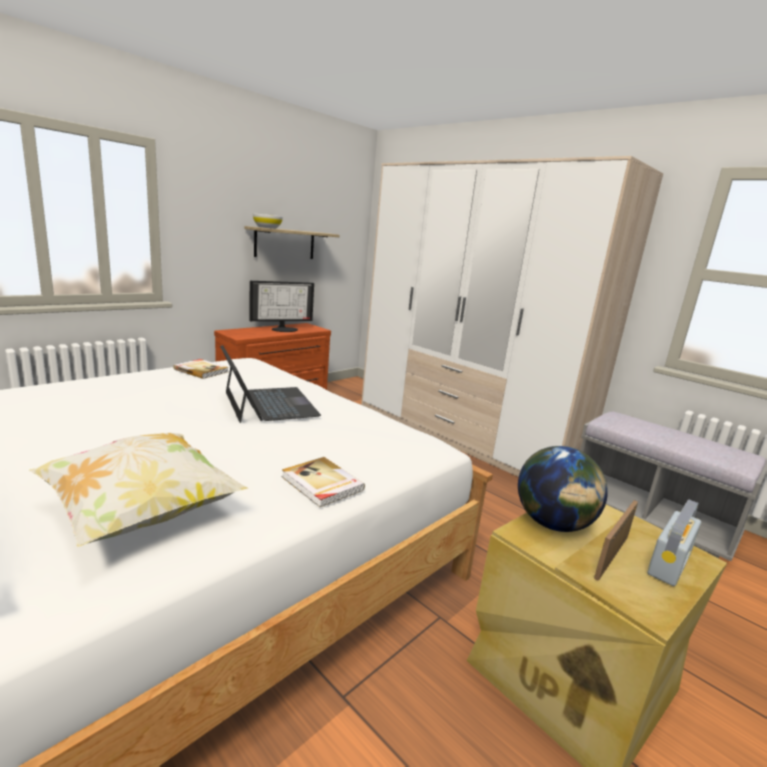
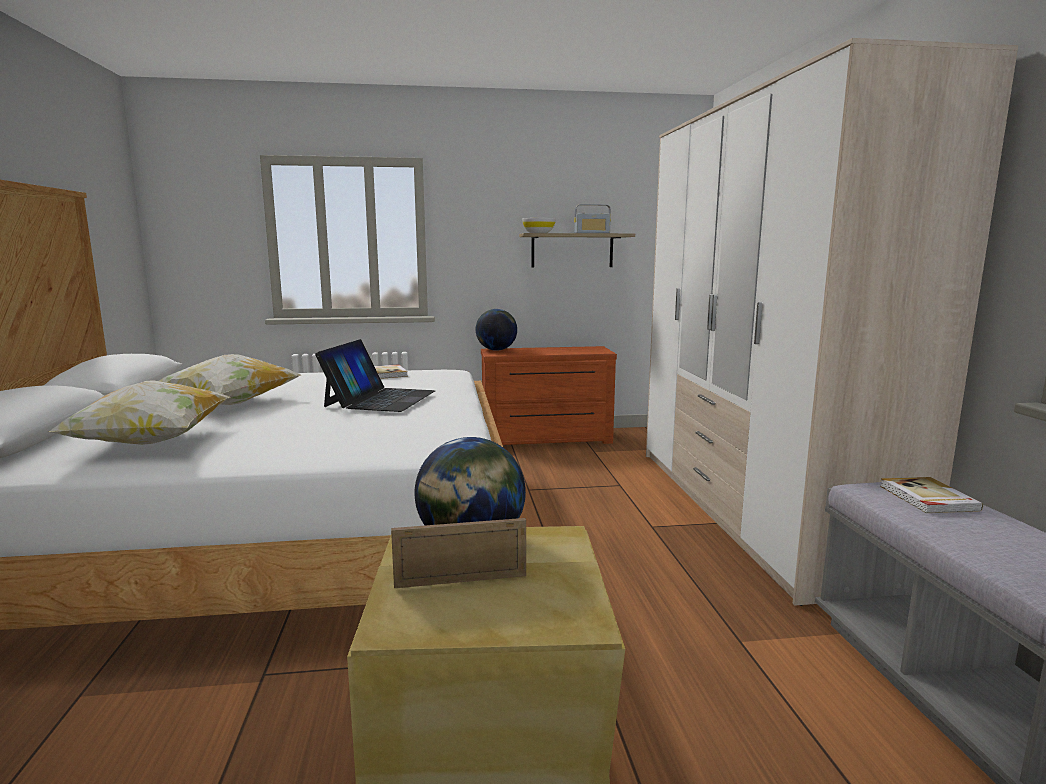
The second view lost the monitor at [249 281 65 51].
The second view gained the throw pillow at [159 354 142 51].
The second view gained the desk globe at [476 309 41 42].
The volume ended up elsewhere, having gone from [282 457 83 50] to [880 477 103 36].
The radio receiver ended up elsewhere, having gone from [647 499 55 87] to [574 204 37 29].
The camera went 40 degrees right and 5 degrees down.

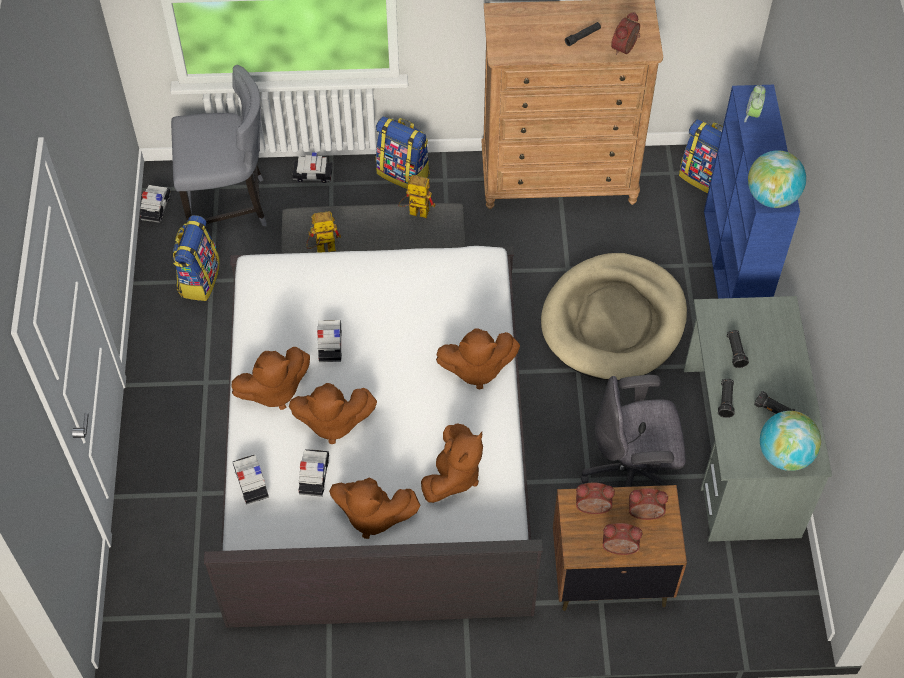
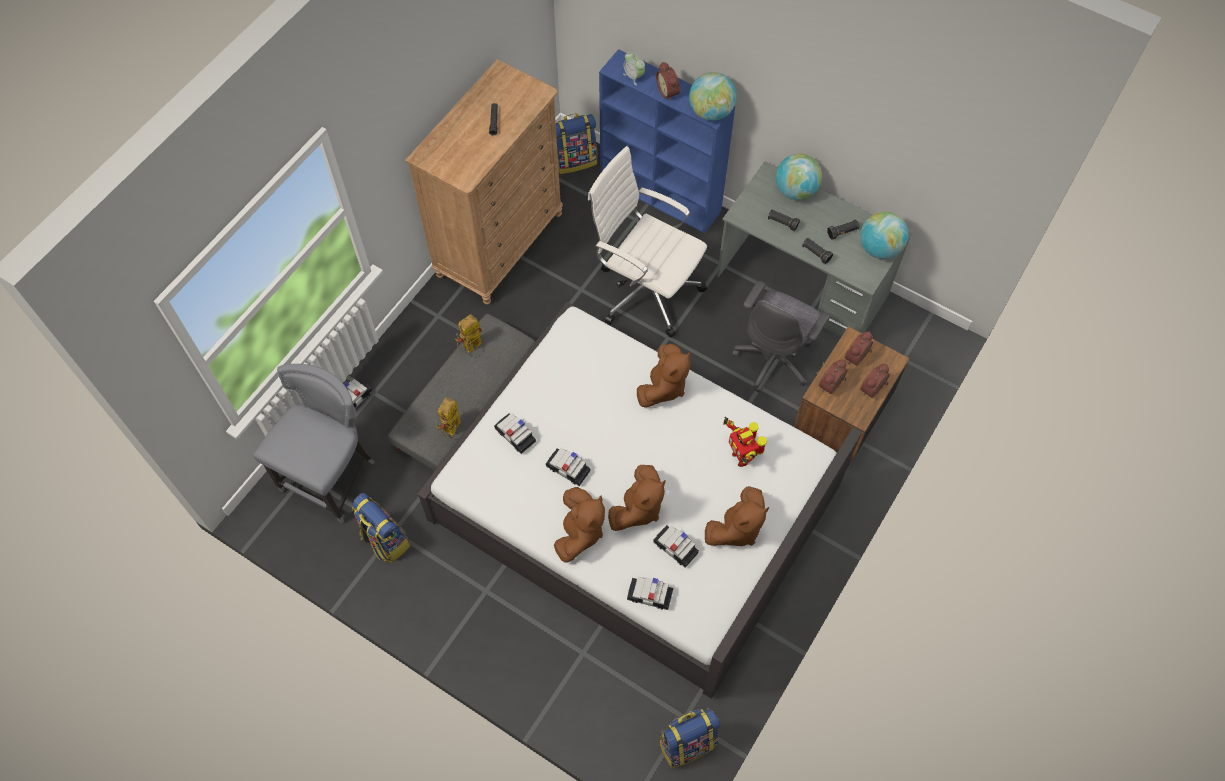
The second view gained the desk globe at [776 154 46 46].
The model car ended up elsewhere, having gone from [140 185 31 38] to [494 413 42 41].
The rucksack ended up elsewhere, having gone from [376 116 54 73] to [658 708 62 60].
The alarm clock ended up elsewhere, having gone from [611 12 29 43] to [656 62 24 39].
Where the soft toy (brown-coloured) stood at [421 423 62 80], the model robot came to stand at [723 417 44 50].
Where the pet bed (sand-coloured) stood at [541 253 146 128], the office chair (white) came to stand at [588 146 119 192].
The camera went 55 degrees left and 5 degrees up.

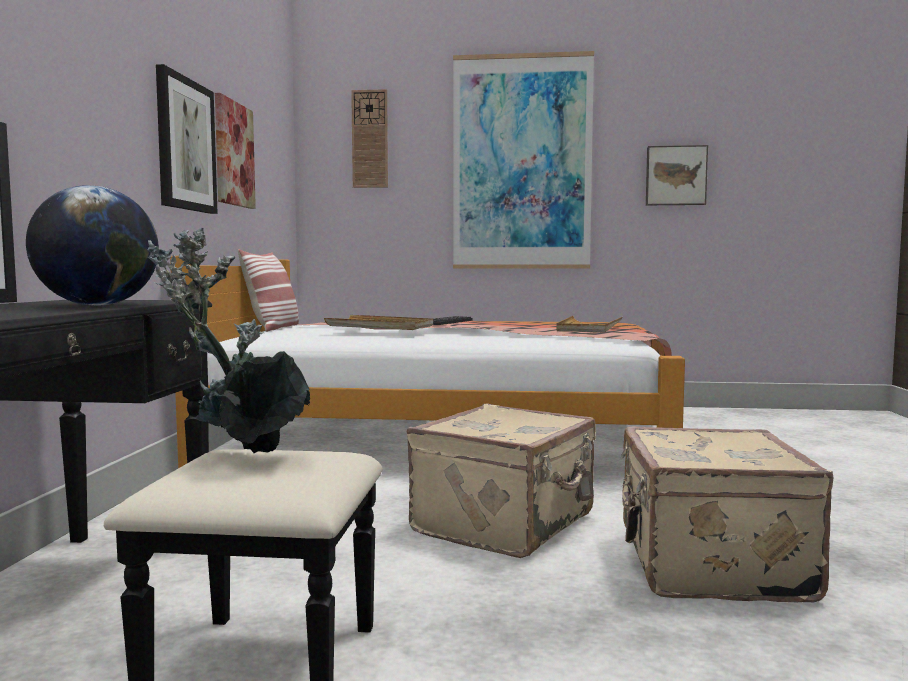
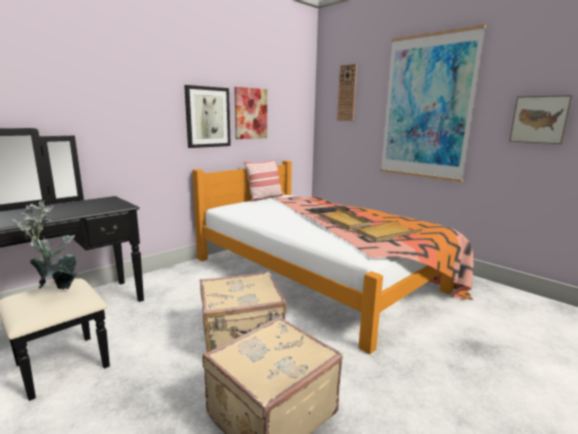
The second view lost the desk globe at [26 185 133 121].
The carrying tray (sand-coloured) ended up elsewhere, having gone from [324 315 109 15] to [315 208 56 22].
The camera went 40 degrees right and 10 degrees up.

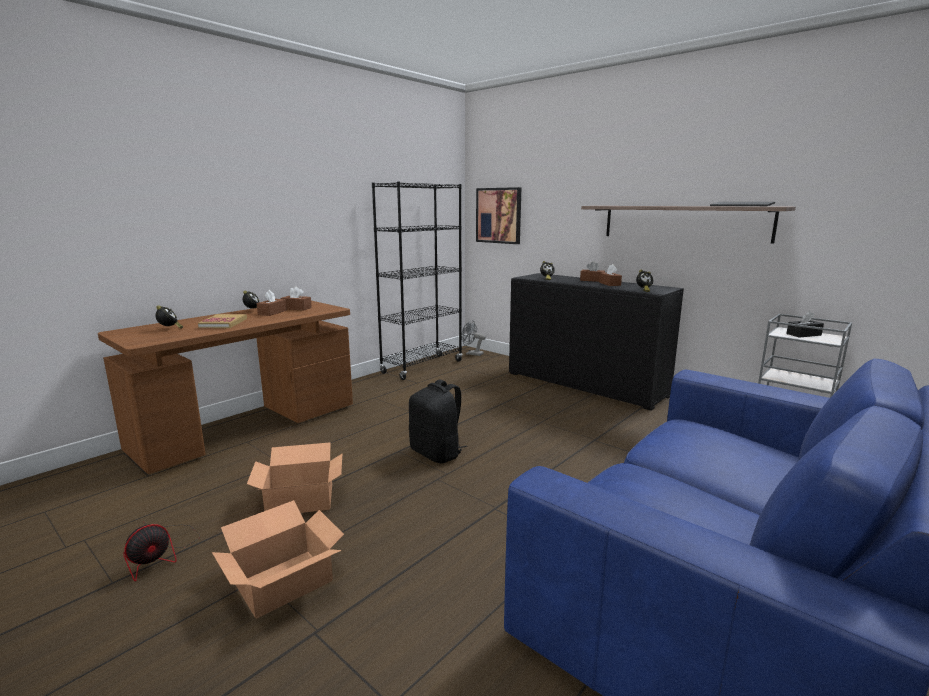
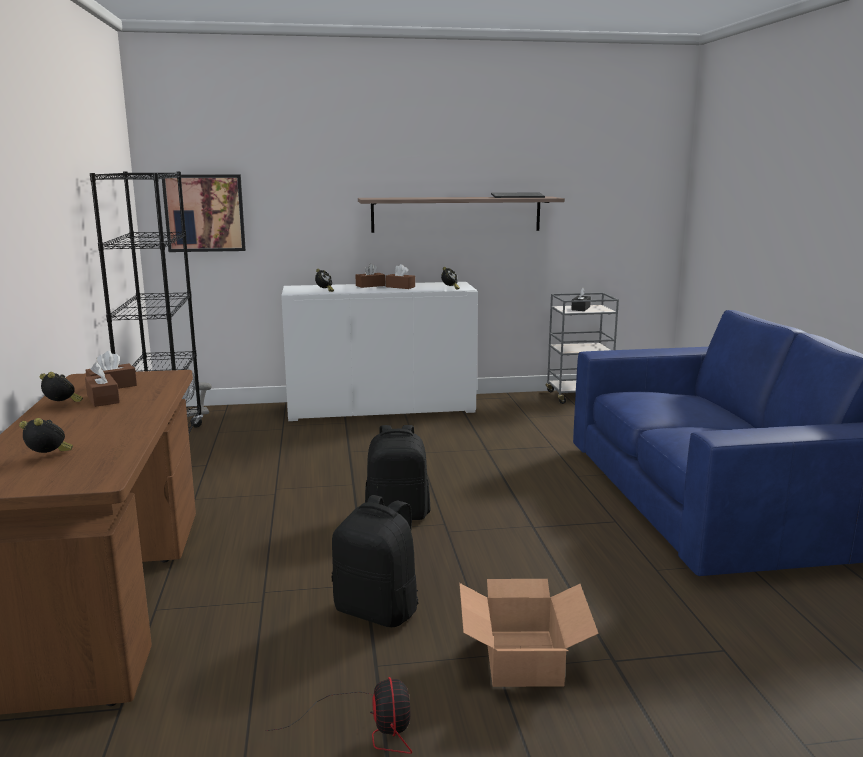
The second view lost the volume at [198 314 49 14].
Where the packing box stood at [247 442 95 71], the rucksack (black) came to stand at [332 495 86 132].
What was the cabinet (black) at [509 273 175 138] turned into the cabinet (white) at [281 282 197 139].
The camera went 50 degrees left and 0 degrees up.

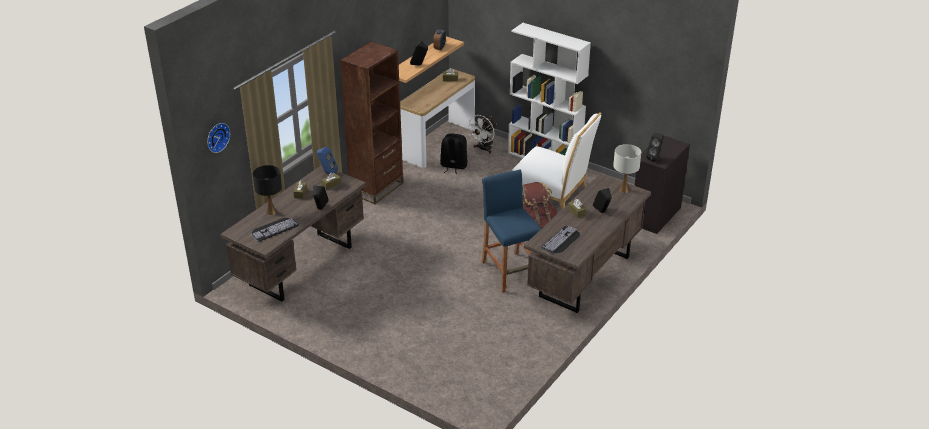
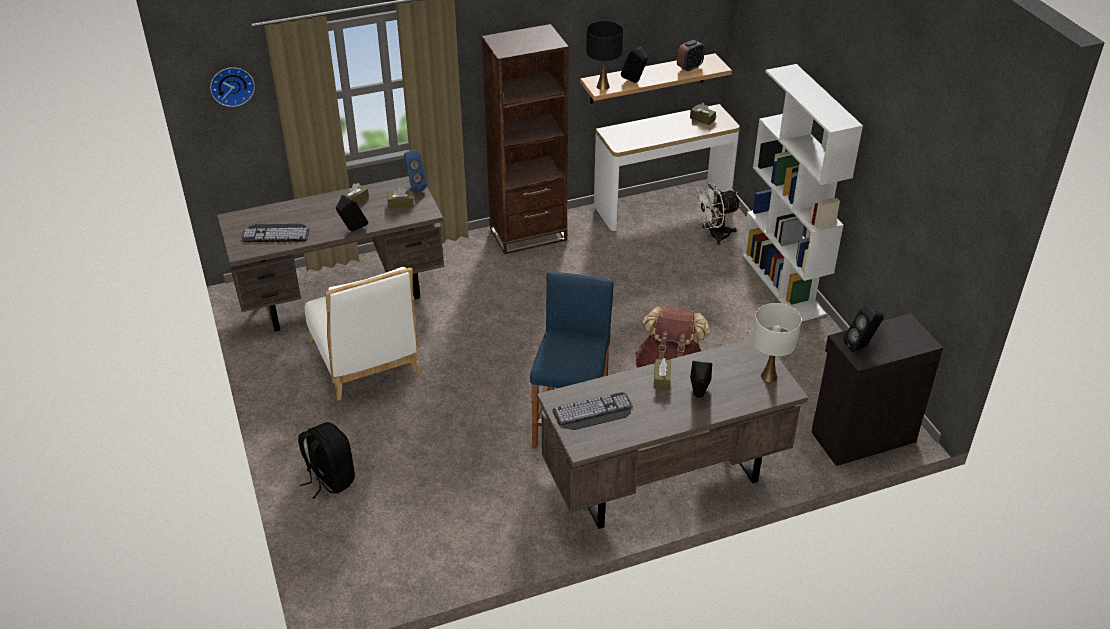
The lamp for a table (black) ended up elsewhere, having gone from [253 165 29 50] to [586 21 37 69].
The rucksack (black) ended up elsewhere, having gone from [440 133 27 41] to [298 422 57 77].
The chair (white) ended up elsewhere, having gone from [512 112 90 98] to [305 267 116 133].
The camera went 35 degrees right and 5 degrees up.

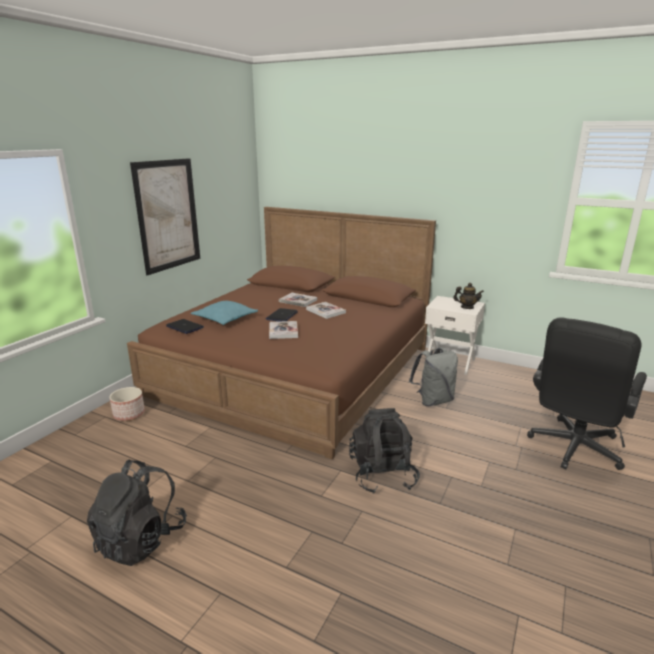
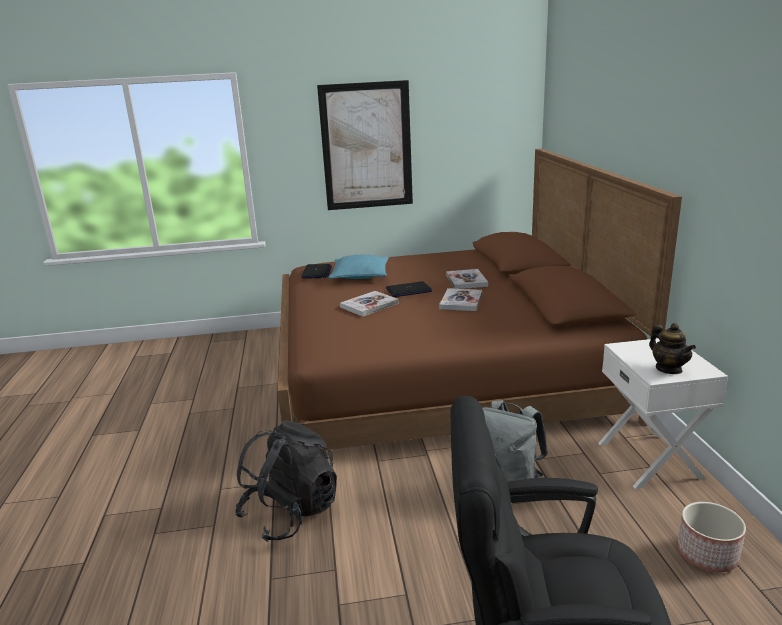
The second view lost the rucksack (black) at [87 460 100 106].
The planter ended up elsewhere, having gone from [109 387 36 34] to [677 502 69 70].
The camera went 55 degrees right and 0 degrees up.

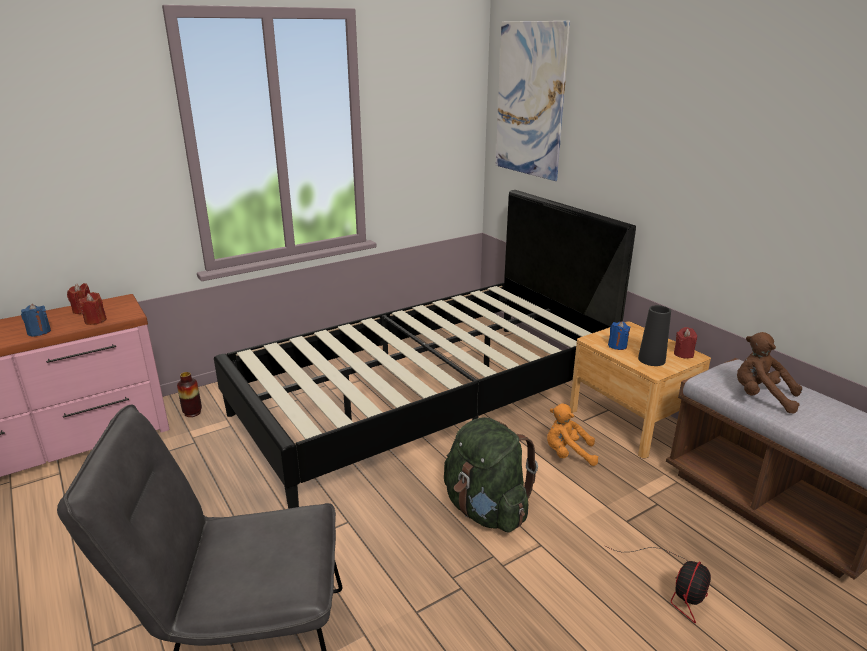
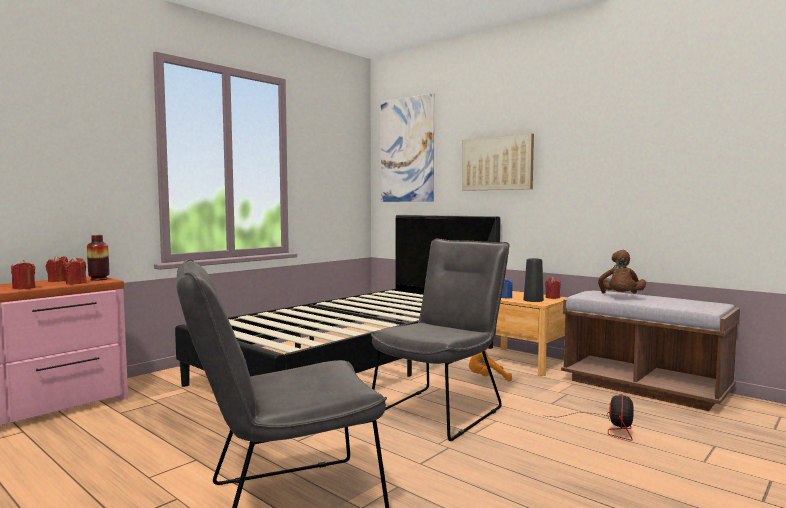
The second view gained the wall art at [462 133 72 58].
The decorative vase ended up elsewhere, having gone from [177 372 25 45] to [87 235 22 46].
Where the rucksack (green-coloured) stood at [444 417 94 115], the chair (gray) came to stand at [371 239 139 202].
What was the candle (bluish) at [21 304 30 33] turned into the candle (red-coloured) at [11 260 24 29].
The soft toy (brown-coloured) at [737 332 65 82] ended up facing another way, 90 degrees counterclockwise from before.
The camera went 15 degrees left and 20 degrees down.

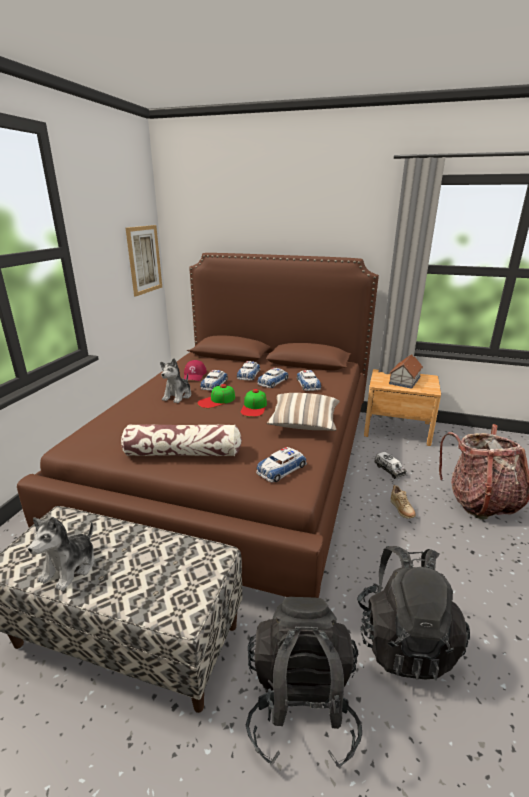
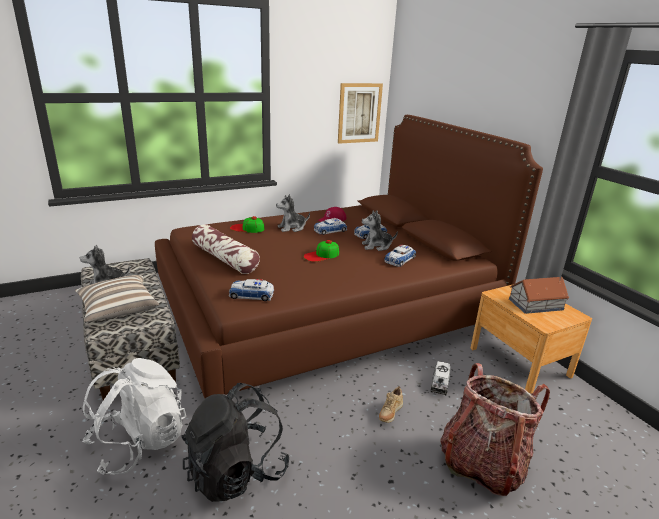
The cap ended up elsewhere, having gone from [197 384 38 24] to [230 216 34 17].
The throw pillow ended up elsewhere, having gone from [267 393 73 38] to [75 275 84 47].
Where the model car stood at [257 368 32 20], the soft toy came to stand at [362 210 36 41].
What was the rucksack (black) at [246 597 116 172] turned into the rucksack (white) at [82 358 104 117].
The camera went 45 degrees right and 0 degrees up.

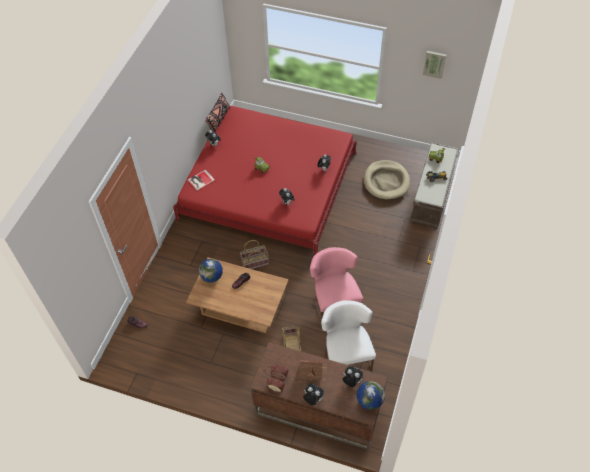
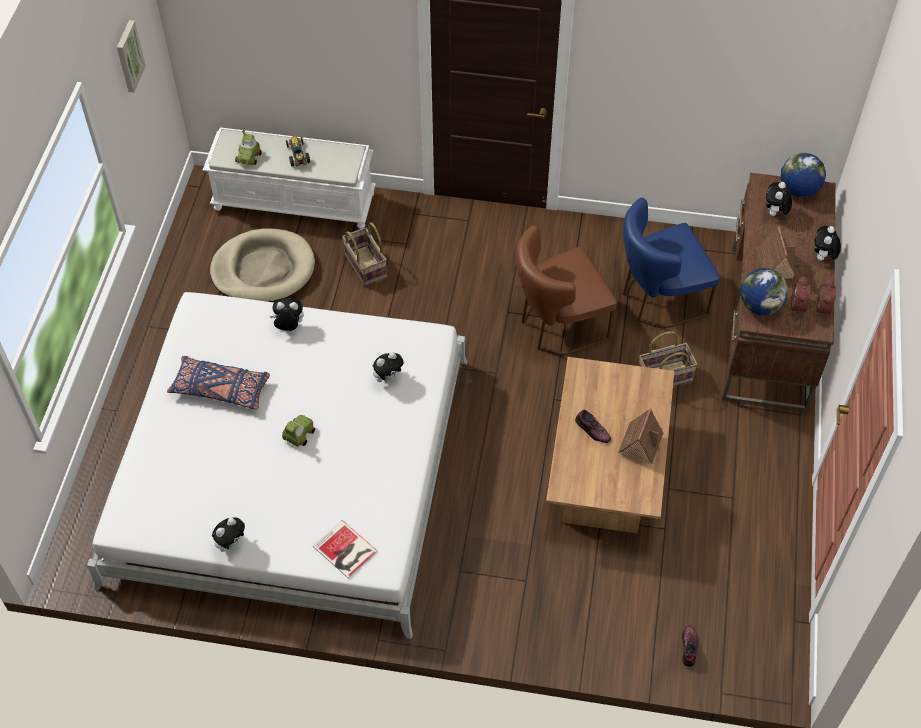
The second view lost the throw pillow (black) at [205 93 25 39].
The second view gained the throw pillow (bluish) at [167 356 103 54].
The second view gained the toy house at [618 408 45 56].
The desk globe ended up elsewhere, having gone from [199 259 24 24] to [740 268 48 47].
The household basket ended up elsewhere, having gone from [240 240 29 29] to [342 222 45 64].
What was the sleeping bed (red-coloured) at [173 105 184 150] turned into the sleeping bed (white) at [87 292 381 347].
What was the chair (pink) at [310 247 53 75] turned into the chair (brown-coloured) at [516 225 101 130].
What was the chair (white) at [321 300 55 71] turned into the chair (bluish) at [623 198 97 130].
What was the long seat (brown-coloured) at [410 143 49 87] turned into the long seat (white) at [203 127 173 102].
The camera went 100 degrees left and 0 degrees up.

